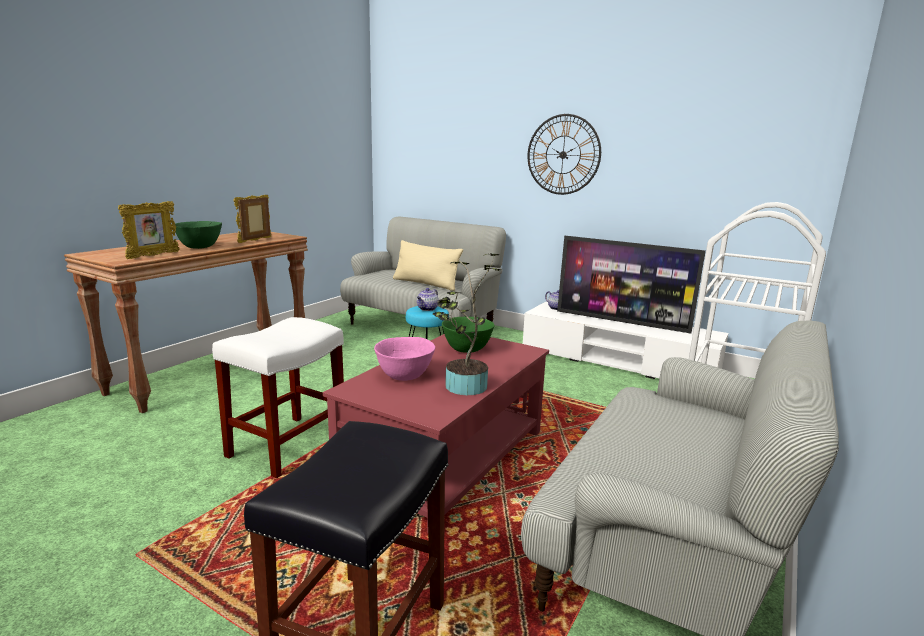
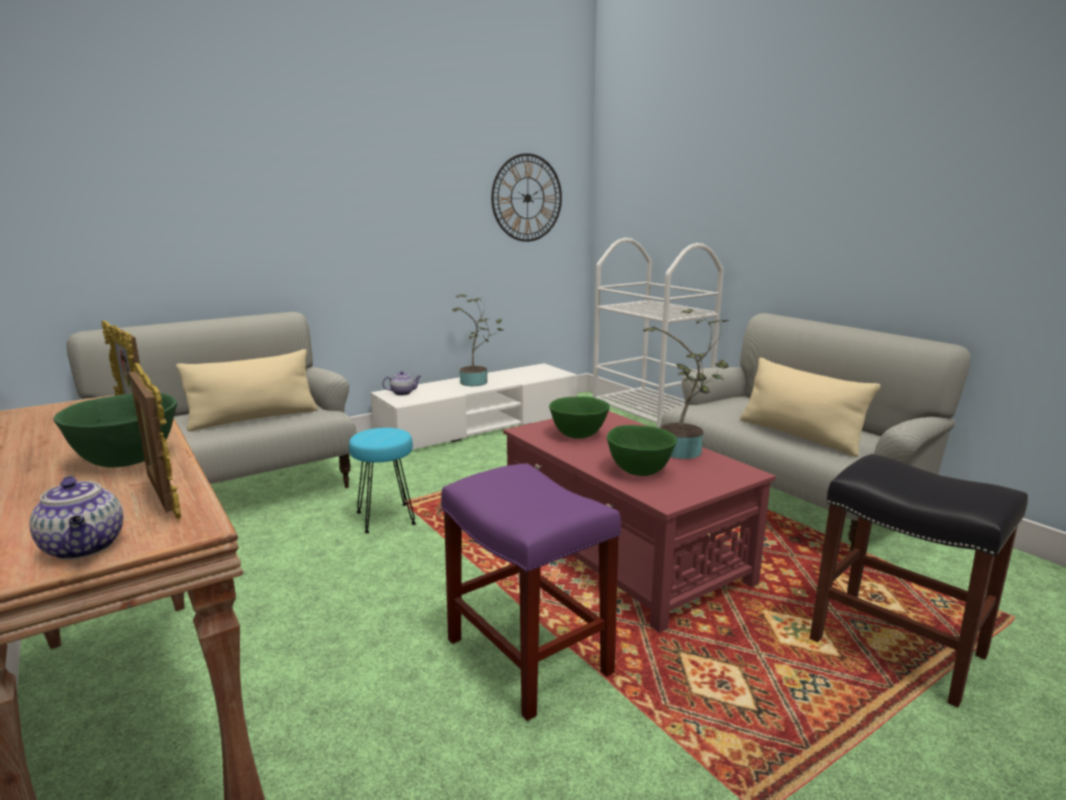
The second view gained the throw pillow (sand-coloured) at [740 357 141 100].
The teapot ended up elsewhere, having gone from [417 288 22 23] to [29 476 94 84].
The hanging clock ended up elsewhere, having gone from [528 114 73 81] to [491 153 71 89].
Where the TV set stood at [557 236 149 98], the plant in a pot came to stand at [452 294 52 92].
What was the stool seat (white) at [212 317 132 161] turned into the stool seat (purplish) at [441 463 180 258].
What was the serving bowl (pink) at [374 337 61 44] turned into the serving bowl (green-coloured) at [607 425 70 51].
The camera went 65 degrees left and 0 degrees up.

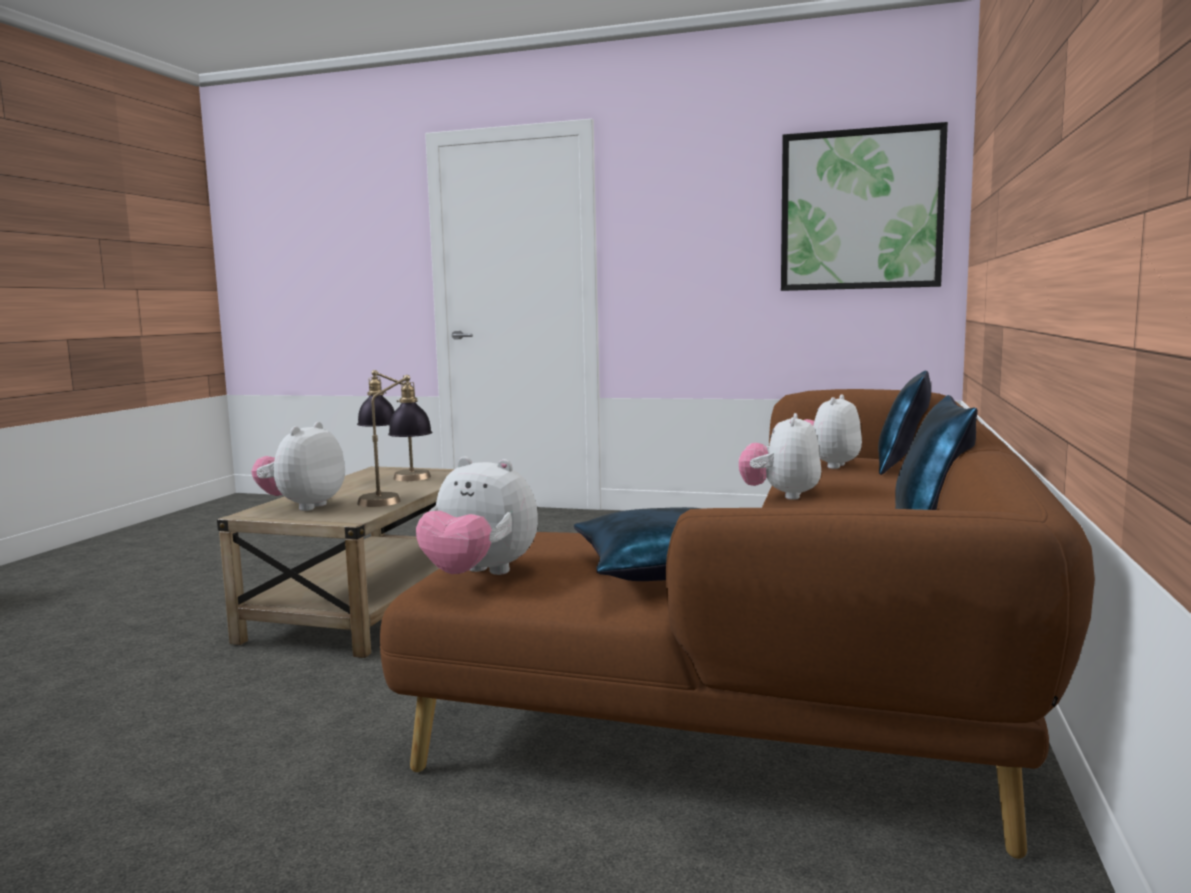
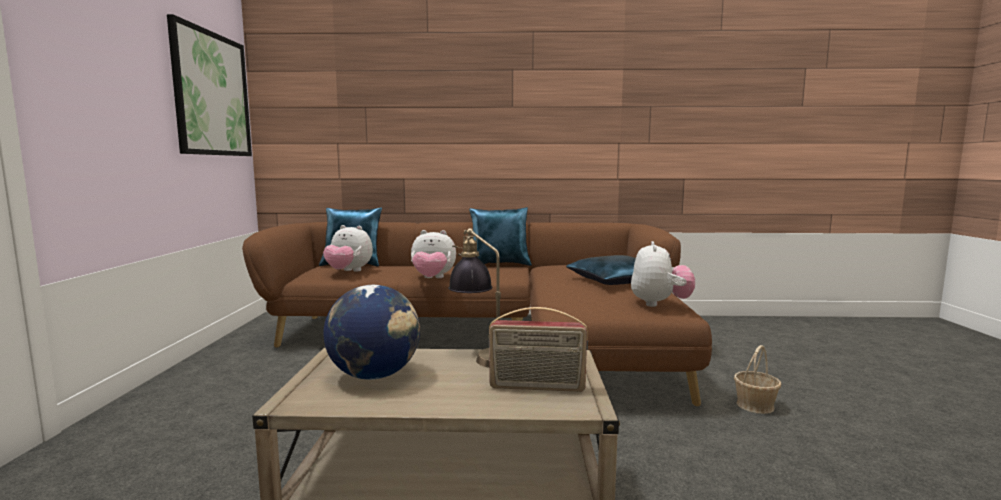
The second view gained the household basket at [734 345 47 69].
Where the soft toy stood at [251 422 94 89], the radio receiver came to stand at [488 307 100 85].
Where the lamp for a table stood at [357 370 74 111], the desk globe came to stand at [323 285 97 95].
The camera went 105 degrees left and 0 degrees up.

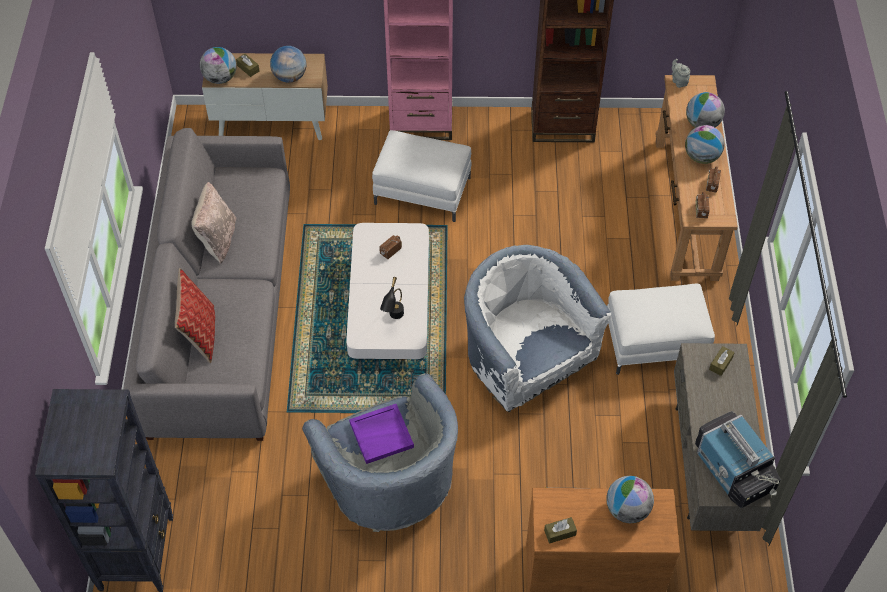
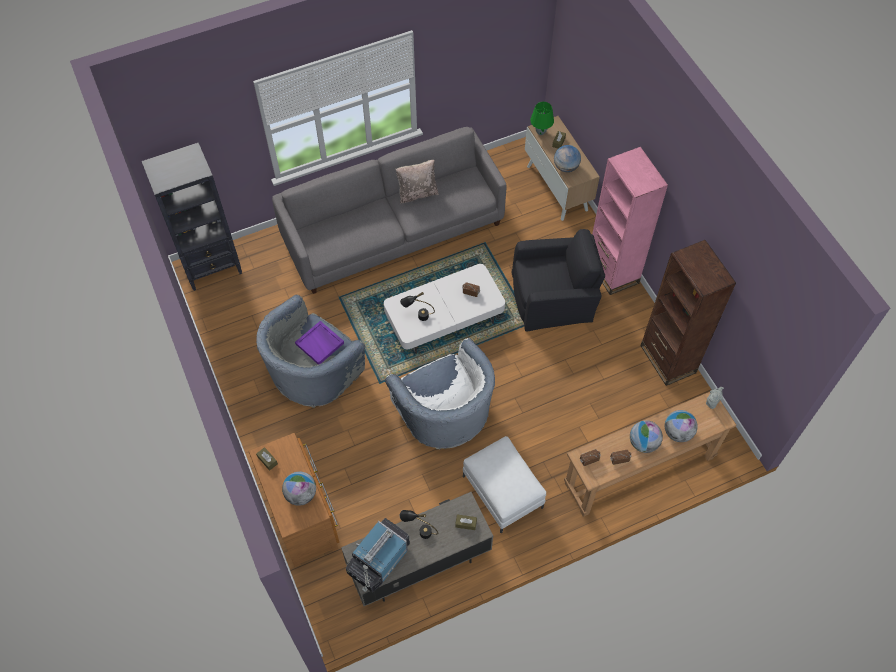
The second view lost the throw pillow at [175 268 40 95].
The second view gained the lamp for a table (black) at [400 510 38 29].
Where the desk globe stood at [200 47 37 37], the lamp for a table (green-coloured) came to stand at [530 102 24 33].
Where the footrest (white) stood at [372 130 100 92], the lounge chair (black) came to stand at [511 229 94 103].
The lounge chair (white) at [464 245 147 167] ended up facing another way, 120 degrees clockwise from before.
The camera went 65 degrees right and 5 degrees up.

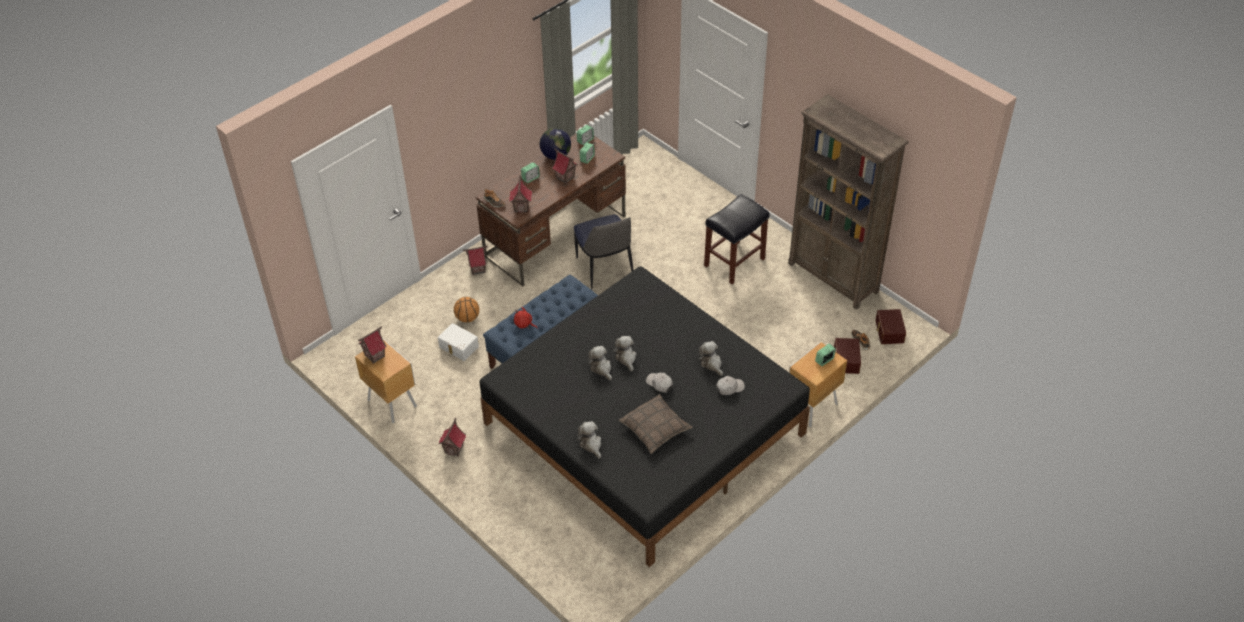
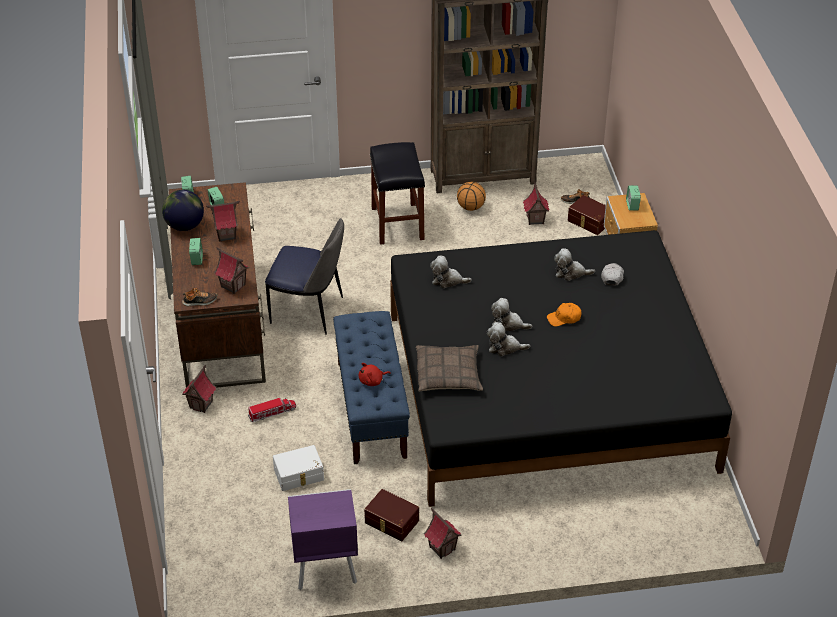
The second view gained the toy lorry at [248 398 48 24].
The toy house ended up elsewhere, having gone from [358 326 29 38] to [523 183 27 42].
The basketball ended up elsewhere, having gone from [454 297 25 26] to [457 182 29 29].
The soft toy ended up elsewhere, having gone from [577 422 24 36] to [430 256 42 32].
The throw pillow ended up elsewhere, having gone from [618 394 74 60] to [416 345 67 46].
The storage bin (brown-coloured) ended up elsewhere, having gone from [875 309 31 35] to [364 489 55 52].
What was the night table (brown-coloured) at [355 338 62 85] turned into the night table (purplish) at [288 489 70 101].
What was the cap (white) at [646 373 27 19] turned into the cap (orangey) at [547 303 35 24].
The camera went 55 degrees left and 5 degrees down.

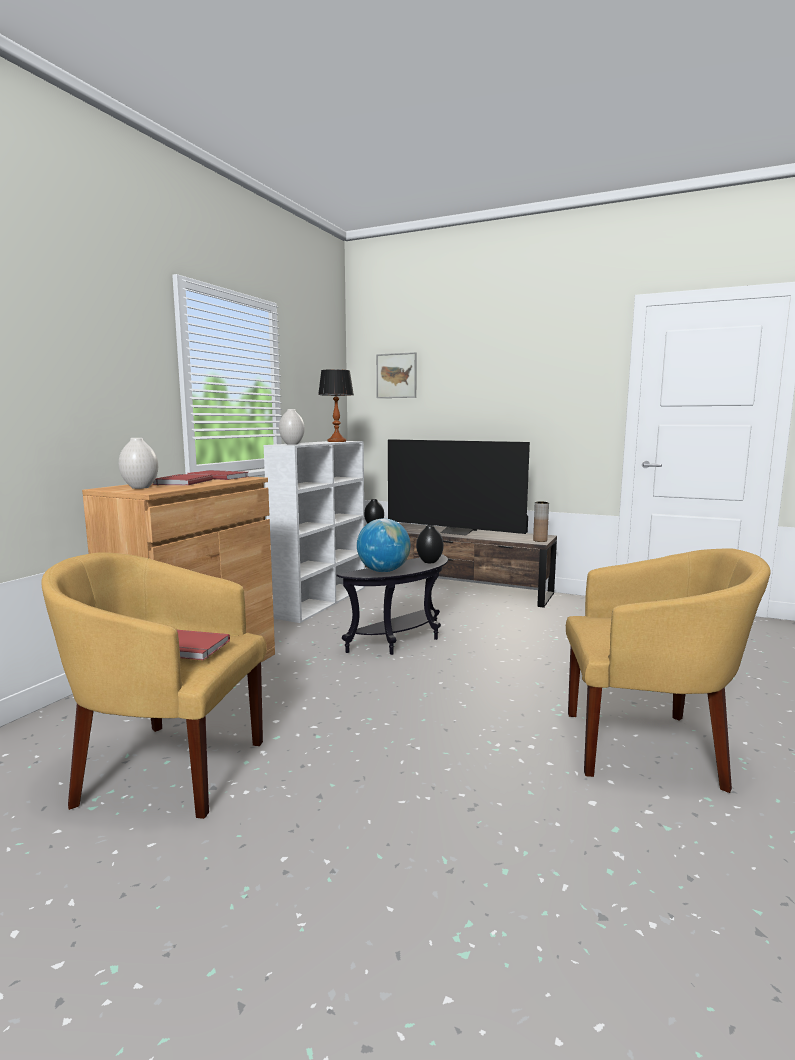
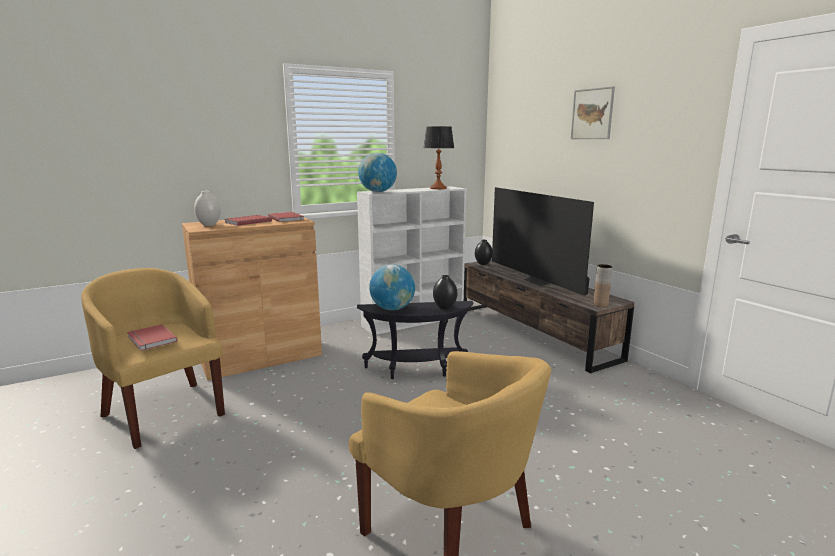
The wall art ended up elsewhere, having gone from [376 352 41 46] to [571 86 44 53].
Where the decorative vase (white) stood at [279 409 26 36], the desk globe came to stand at [358 153 39 39].
The camera went 35 degrees right and 5 degrees up.

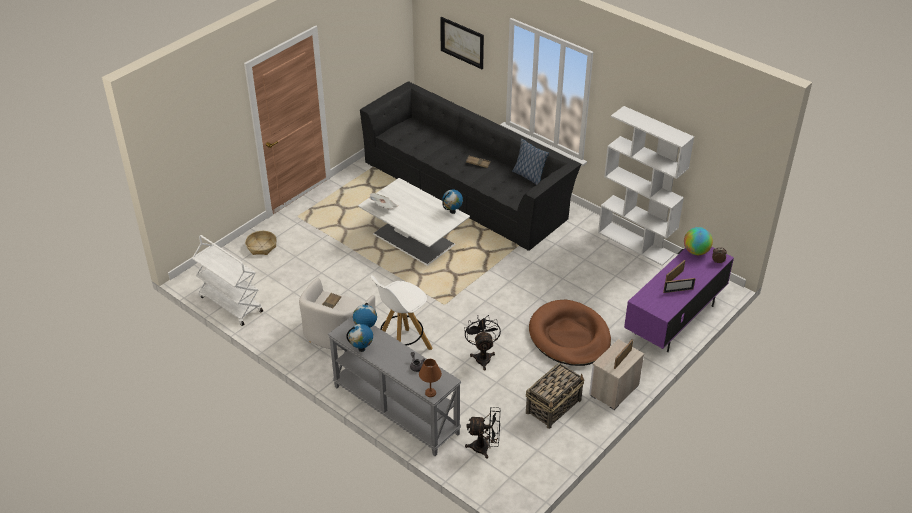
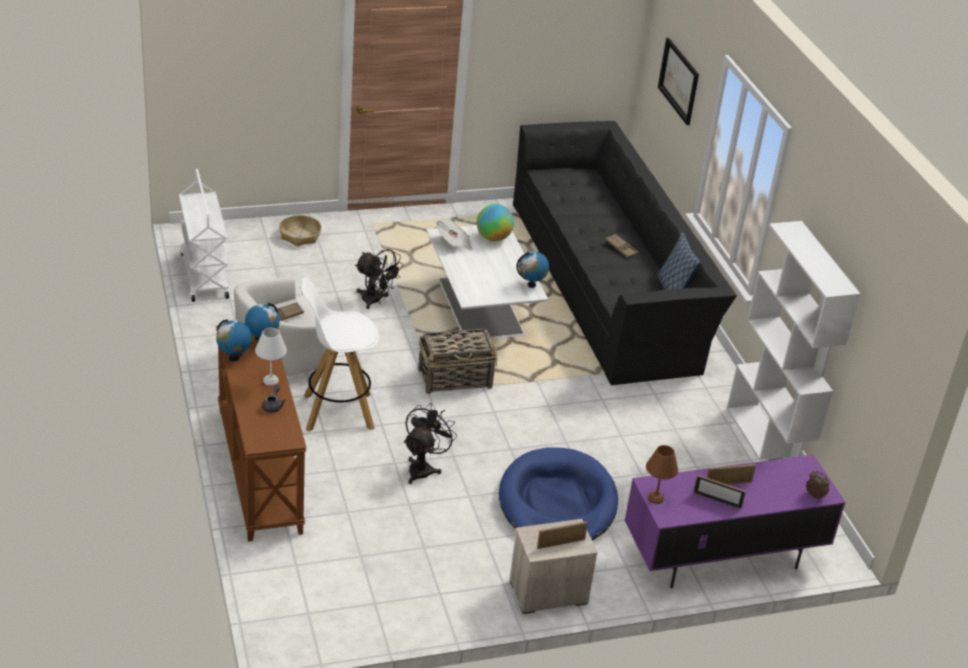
The second view gained the lamp for a table (white) at [255 328 32 58].
The lamp for a table (brown-coloured) ended up elsewhere, having gone from [419 359 23 38] to [646 445 32 59].
The electric fan (black) ended up elsewhere, having gone from [465 407 35 52] to [355 249 47 60].
The household basket ended up elsewhere, having gone from [526 363 58 66] to [418 329 79 65].
The desk globe ended up elsewhere, having gone from [684 227 29 28] to [477 204 37 37].
What was the console table (gray) at [328 316 133 140] turned into the console table (brown-coloured) at [216 323 91 218].
What was the pet bed (brown-coloured) at [529 300 82 66] turned into the pet bed (bluish) at [499 447 119 94].
The camera went 30 degrees right and 5 degrees down.

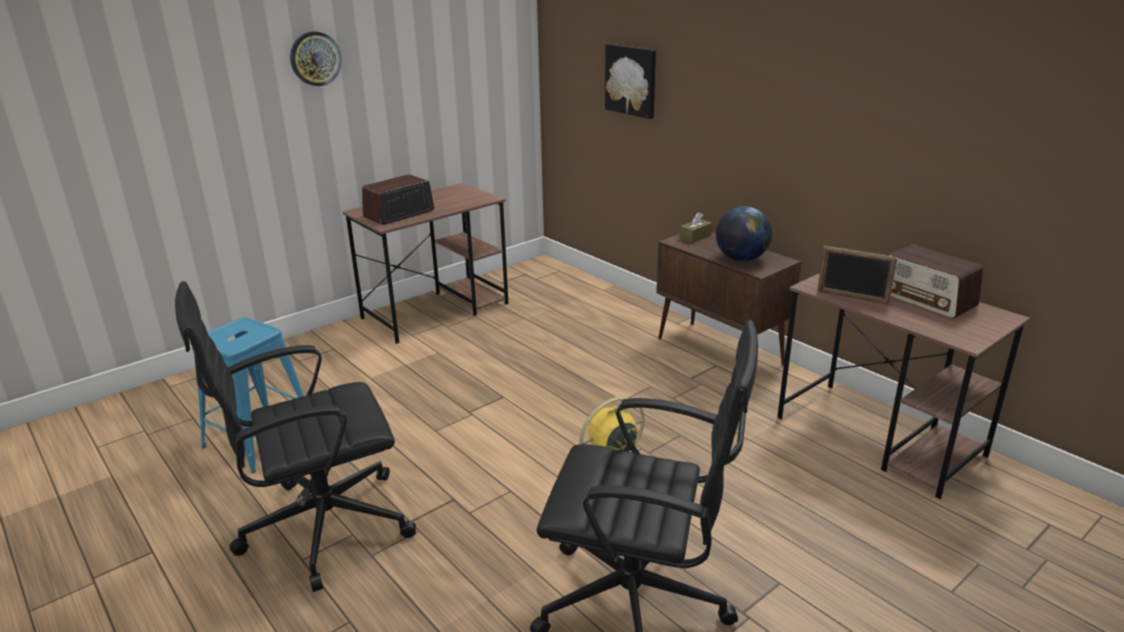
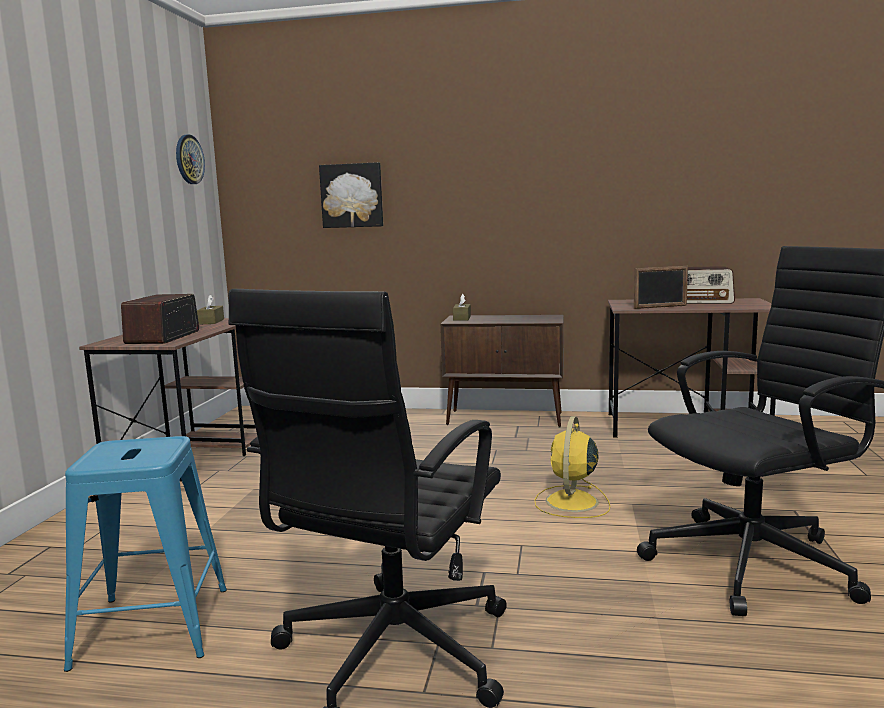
The second view lost the desk globe at [716 206 56 55].
The second view gained the tissue box (brown-coloured) at [197 294 27 31].
The hanging clock ended up elsewhere, having gone from [290 31 52 55] to [176 134 29 50].
The camera went 40 degrees left and 15 degrees down.

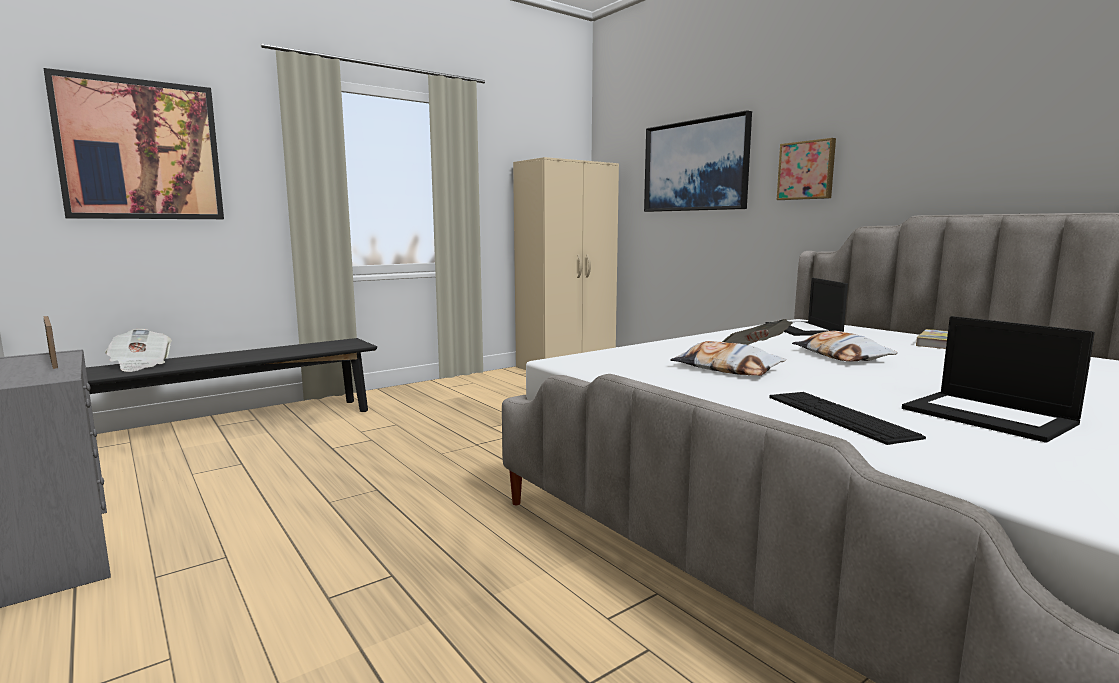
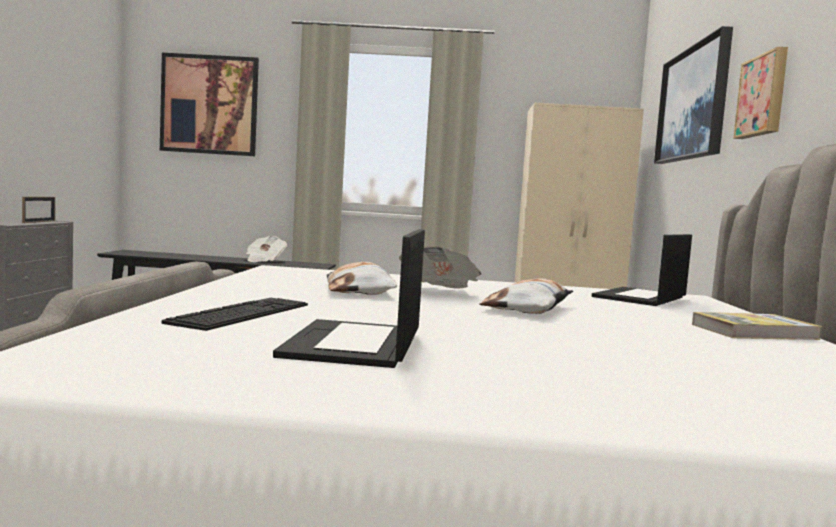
The printed paper ended up elsewhere, having gone from [105 329 67 43] to [246 236 41 26].
The camera went 40 degrees right and 5 degrees down.

